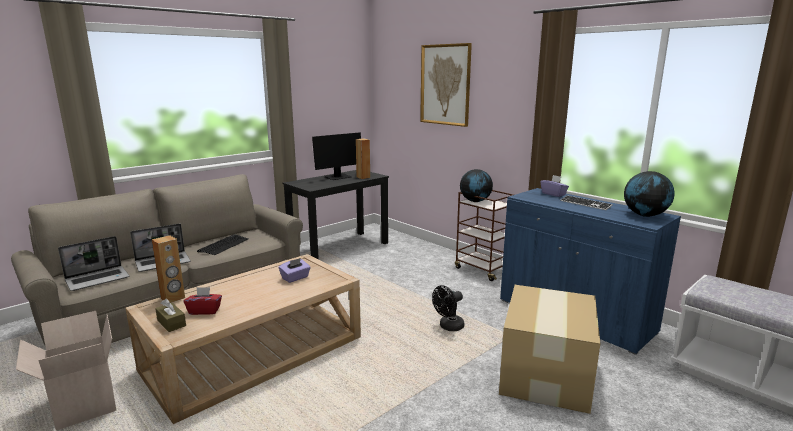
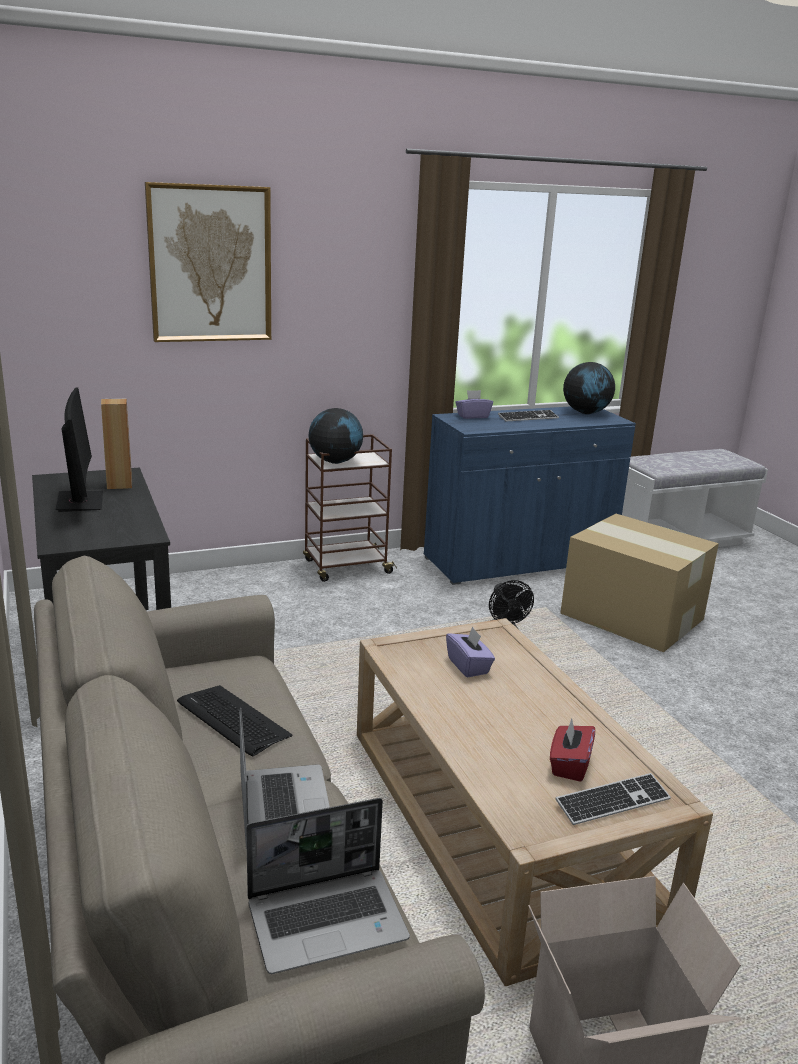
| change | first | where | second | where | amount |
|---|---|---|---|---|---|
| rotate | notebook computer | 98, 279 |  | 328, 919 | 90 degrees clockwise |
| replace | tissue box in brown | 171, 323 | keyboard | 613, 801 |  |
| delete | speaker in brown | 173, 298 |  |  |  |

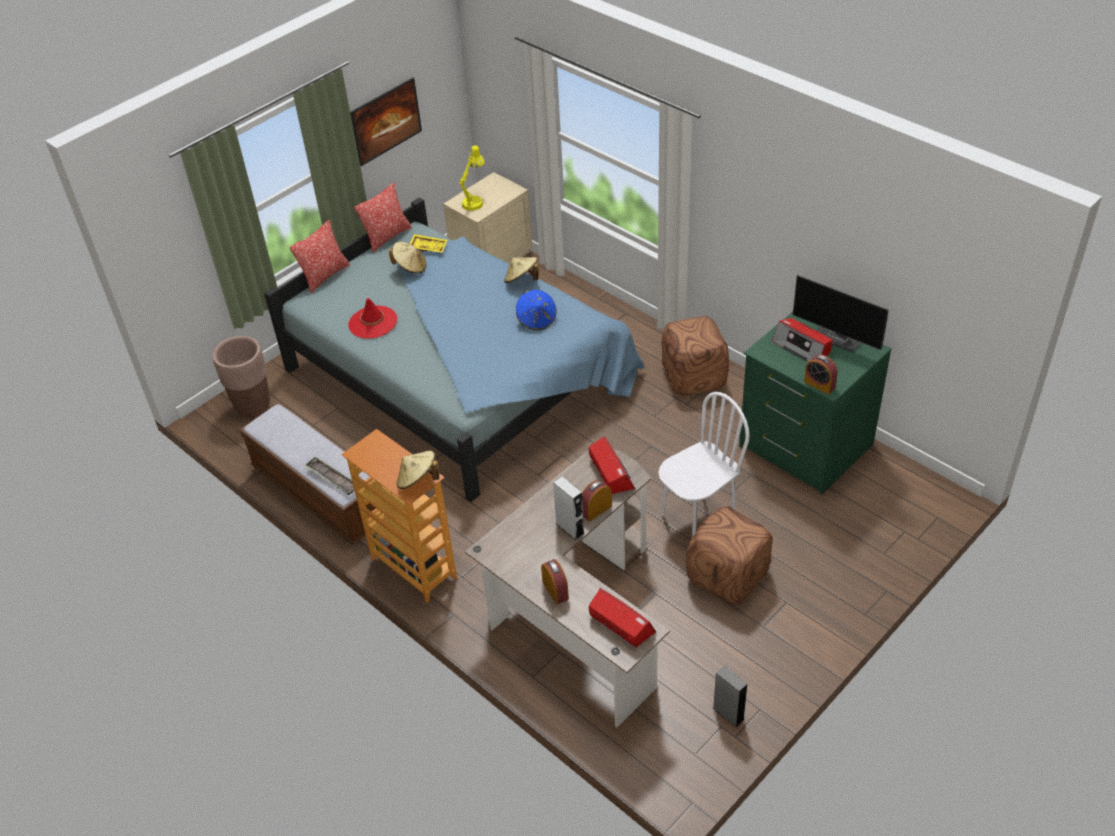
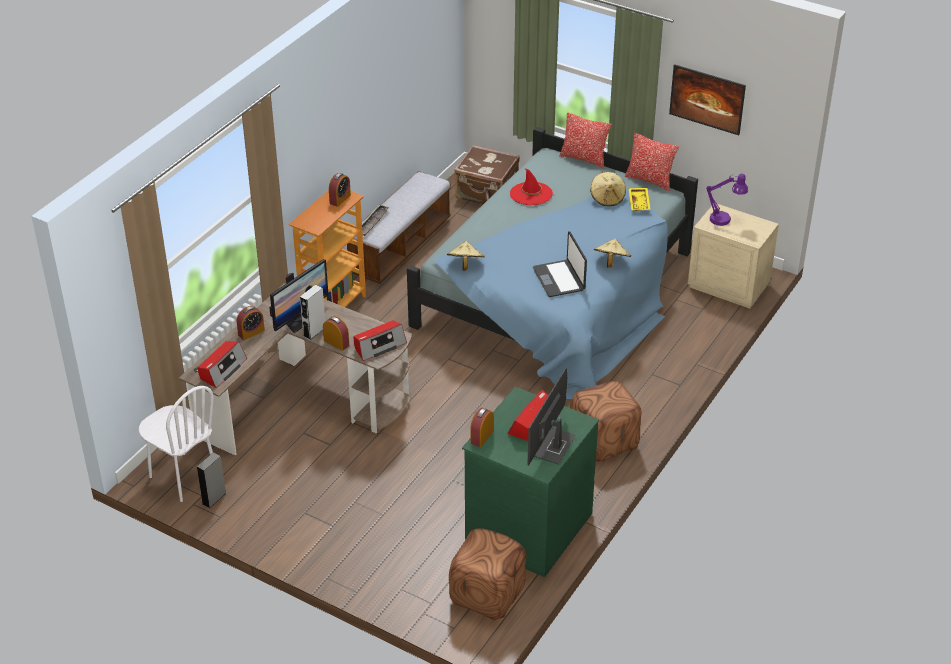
| change | first | where | second | where | amount |
|---|---|---|---|---|---|
| move | upright chair in whitish | 697, 516 |  | 183, 476 |  |
| insert |  |  | computer screen | 300, 320 |  |
| insert |  |  | table clock | 340, 199 |  |
| move | clothing hat in beige | 418, 480 |  | 465, 265 |  |
| move | pouffe in brown | 728, 575 |  | 486, 593 |  |
| replace | plant pot in brown | 253, 406 | suitcase in brown | 487, 193 |  |
| replace | clothing hat in blue | 537, 320 | notebook computer | 559, 279 |  |
| recolor | lamp for a table in yellow-coloured | 474, 201 | lamp for a table in purple-coloured | 724, 220 |  |

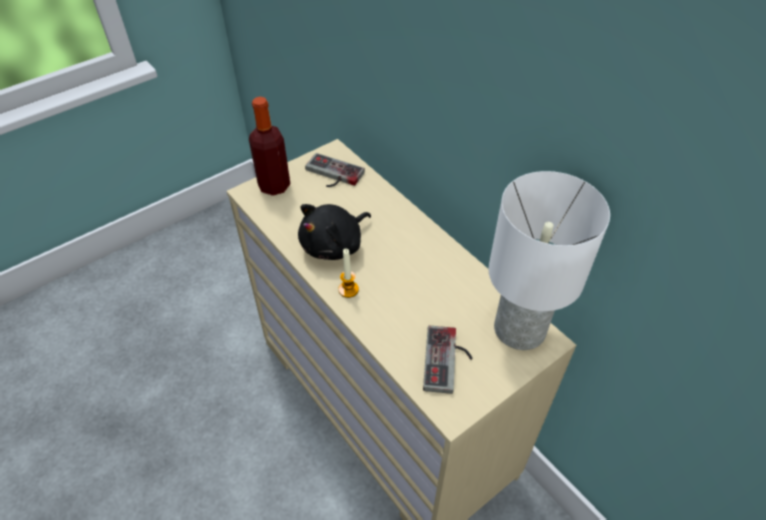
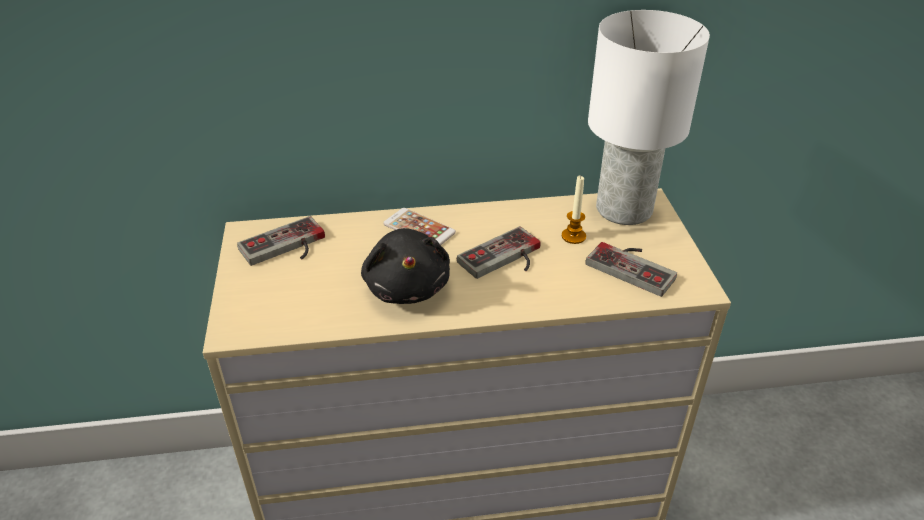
| change | first | where | second | where | amount |
|---|---|---|---|---|---|
| insert |  |  | handset | 419, 228 |  |
| insert |  |  | joypad | 505, 260 |  |
| move | wax light | 348, 289 |  | 573, 236 |  |
| delete | bottle | 274, 186 |  |  |  |

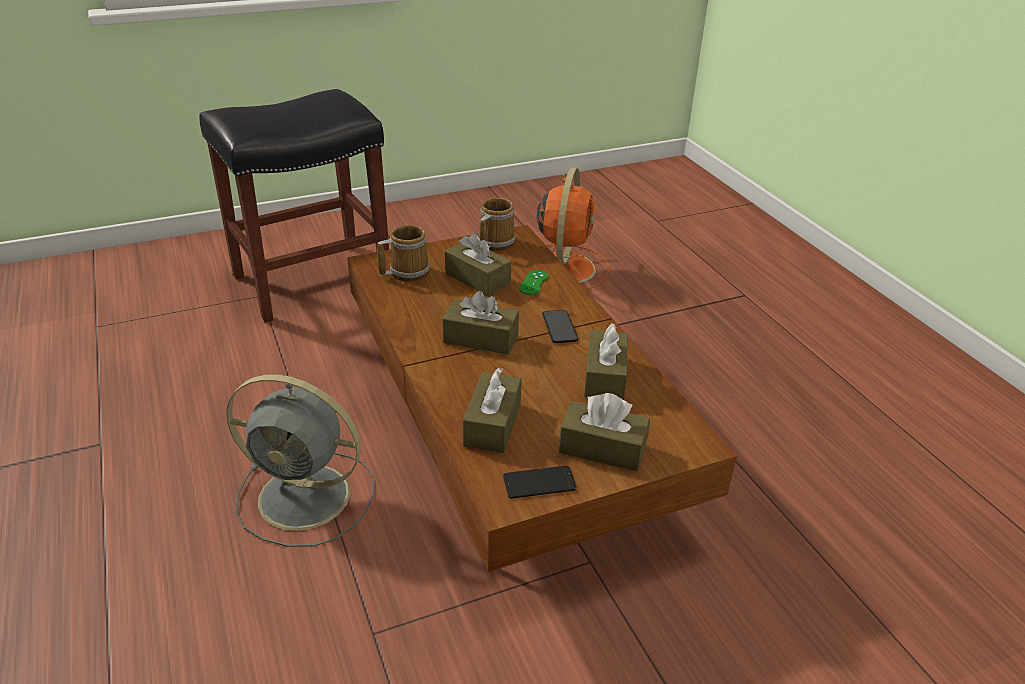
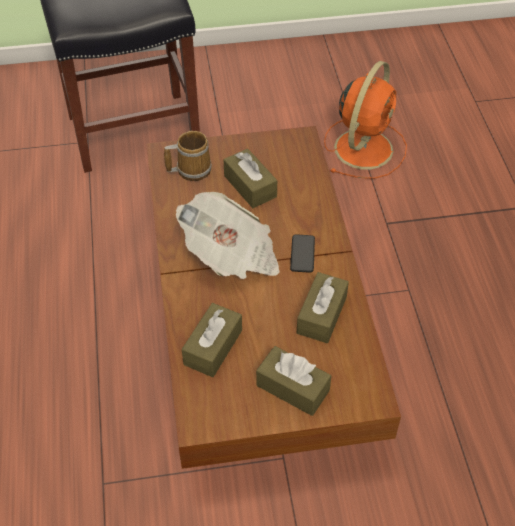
| change | first | where | second | where | amount |
|---|---|---|---|---|---|
| replace | tissue box in brown | 481, 339 | newspaper | 231, 255 |  |
| delete | cooling fan in greyish | 308, 497 |  |  |  |
| delete | tea mug | 494, 243 |  |  |  |
| delete | handset | 539, 483 |  |  |  |
| delete | joypad in green-coloured | 533, 282 |  |  |  |

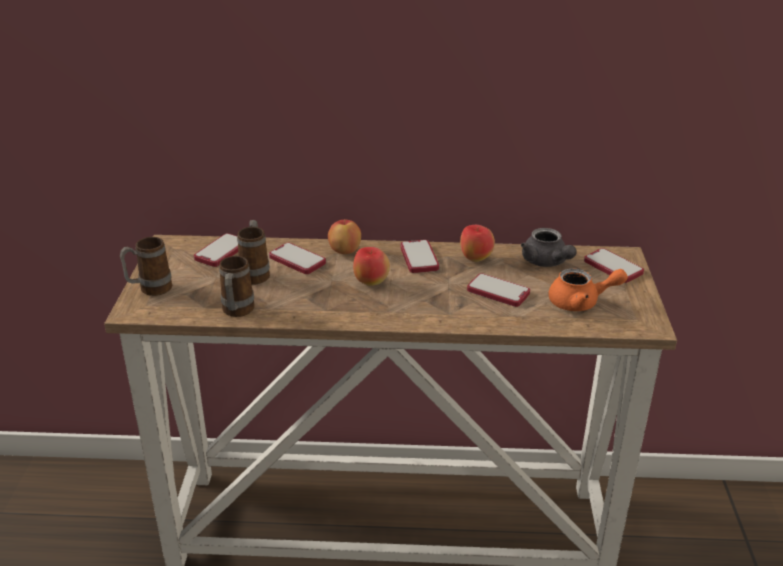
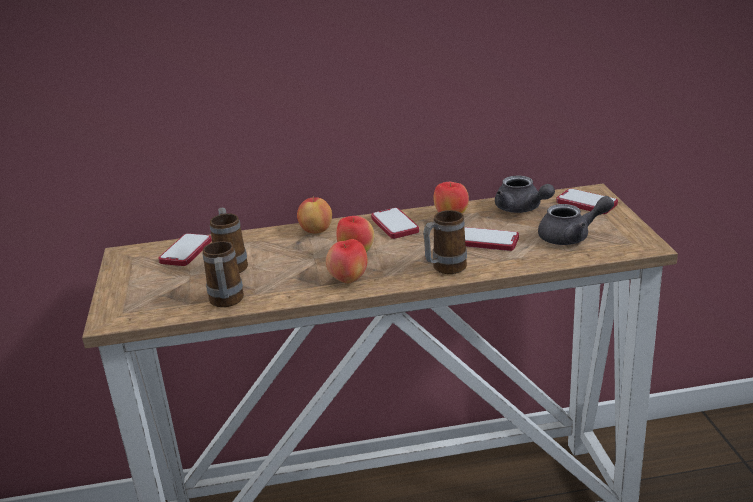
| change | first | where | second | where | amount |
|---|---|---|---|---|---|
| insert |  |  | apple fruit | 348, 280 |  |
| move | tea mug | 149, 289 |  | 444, 269 |  |
| recolor | tea pot in orangey | 581, 302 | tea pot in greyish | 571, 237 |  |
| delete | handset | 297, 260 |  |  |  |

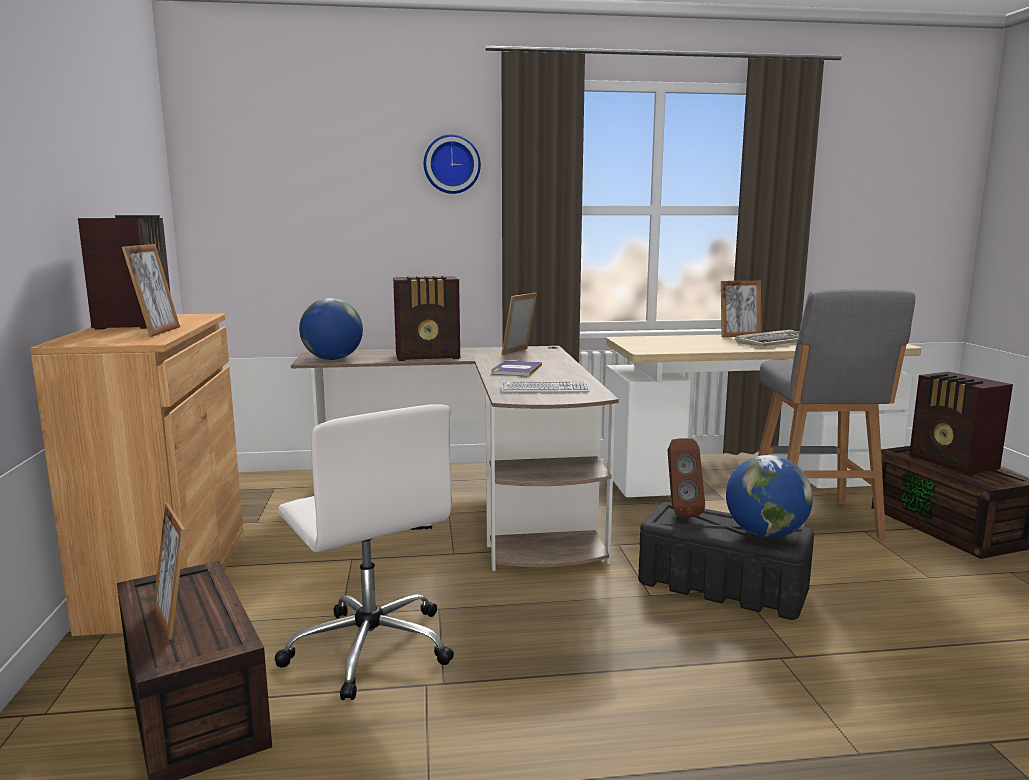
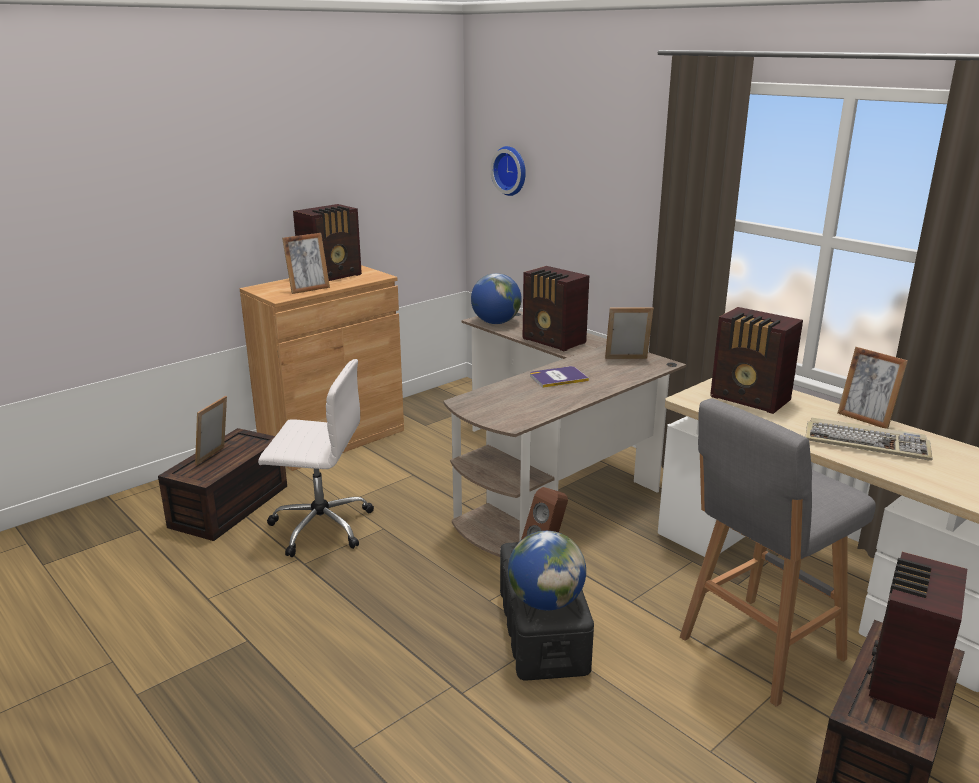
| change | first | where | second | where | amount |
|---|---|---|---|---|---|
| rotate | office chair in whitish | 370, 647 |  | 319, 526 | 105 degrees counterclockwise |
| move | hanging clock | 451, 164 |  | 511, 170 |  |
| insert |  |  | radio receiver | 751, 399 |  |
| delete | keyboard | 544, 389 |  |  |  |

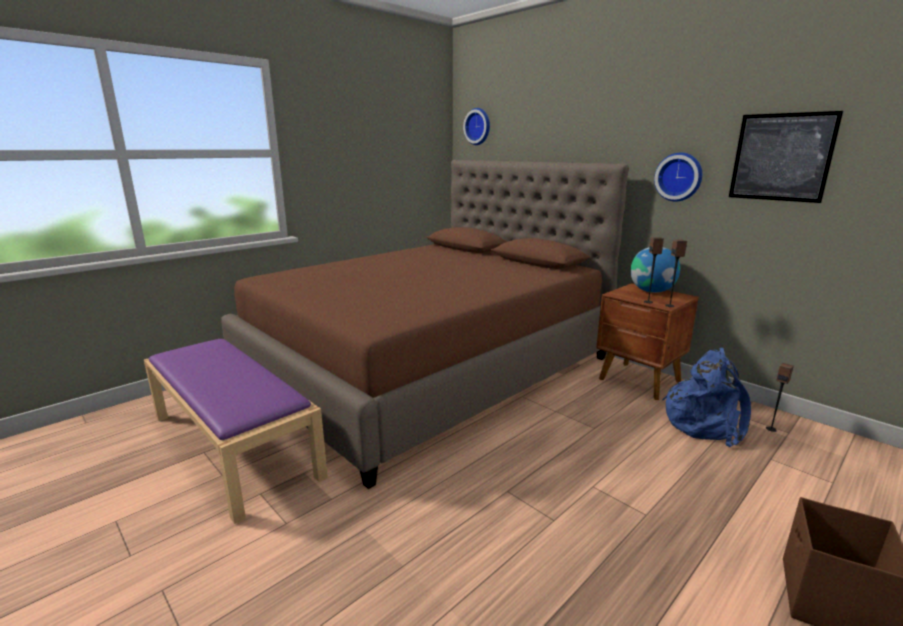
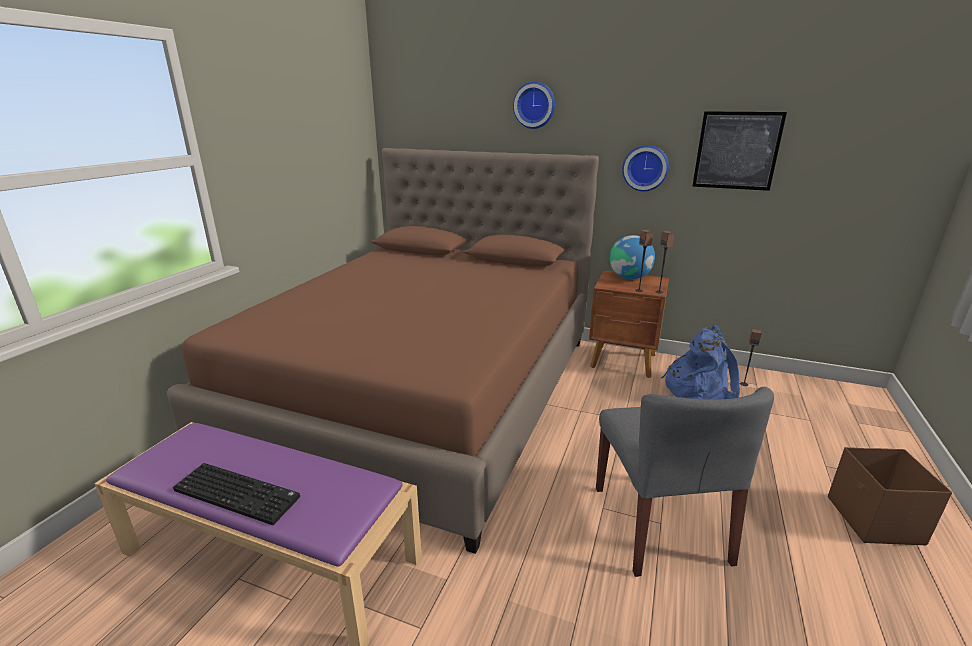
| change | first | where | second | where | amount |
|---|---|---|---|---|---|
| insert |  |  | keyboard | 239, 493 |  |
| move | hanging clock | 478, 126 |  | 534, 105 |  |
| insert |  |  | upright chair in greyish | 660, 524 |  |

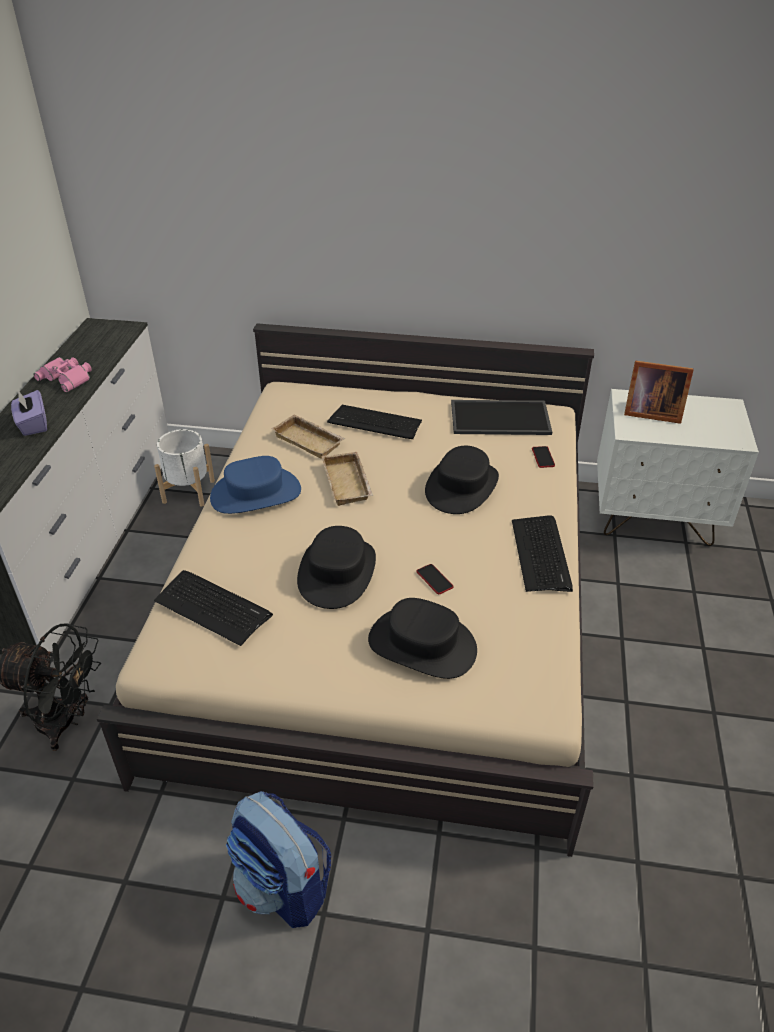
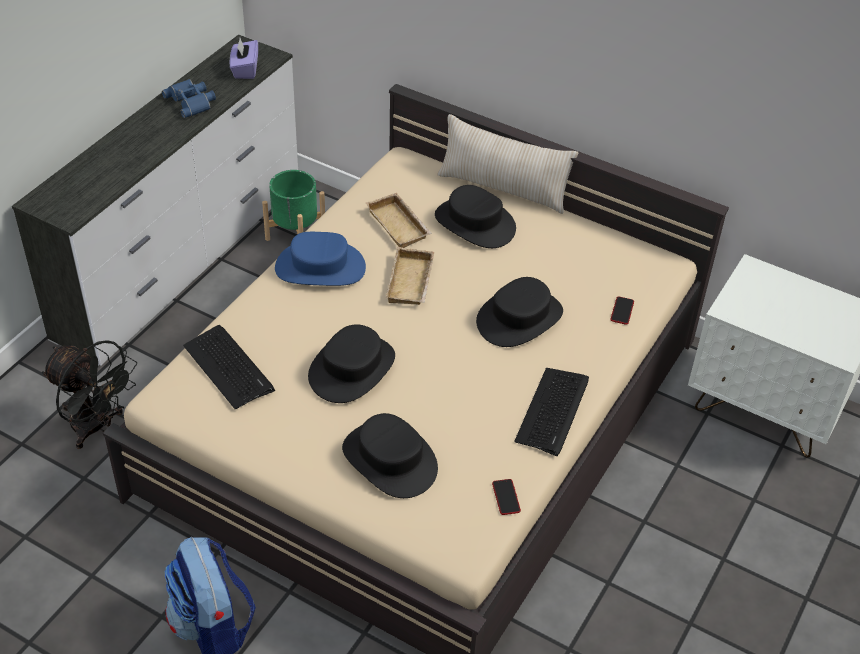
| change | first | where | second | where | amount |
|---|---|---|---|---|---|
| recolor | field glasses in pink-coloured | 67, 377 | field glasses in blue | 192, 101 |  |
| move | tissue box in purple-coloured | 33, 424 |  | 245, 70 |  |
| recolor | plant pot in whitish | 188, 491 | plant pot in green-coloured | 295, 234 |  |
| replace | keyboard | 375, 423 | clothing hat in blackish | 474, 223 |  |
| insert |  |  | pillow in beige | 503, 188 |  |
| move | handset | 434, 579 |  | 506, 497 |  |
| delete | carrying tray | 501, 417 |  |  |  |
| delete | standing frame | 650, 412 |  |  |  |

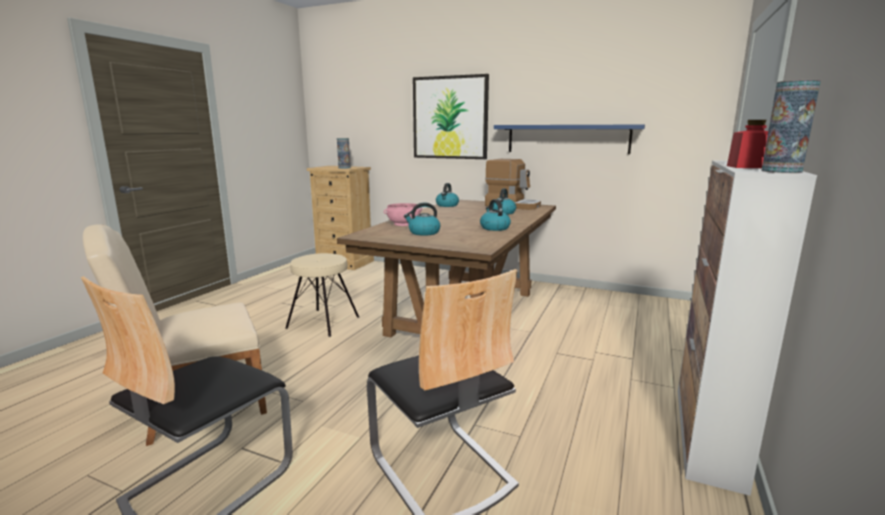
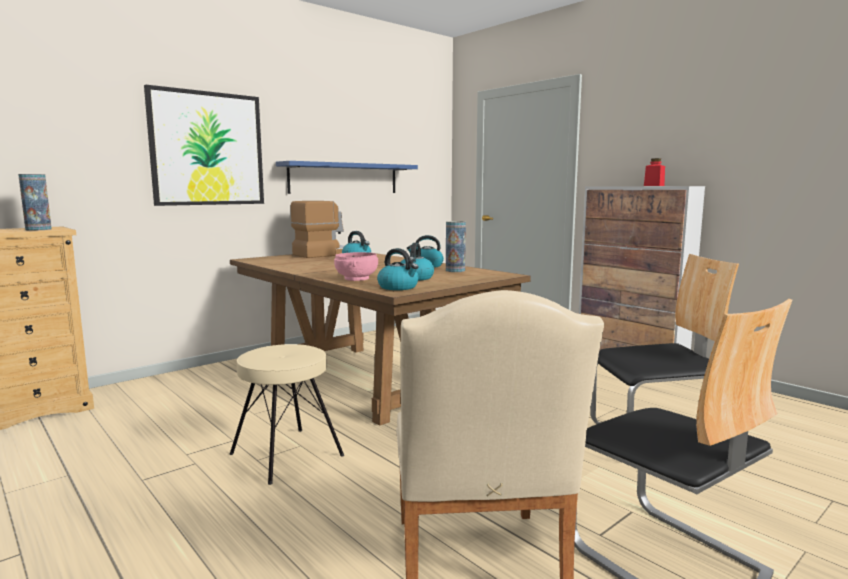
| change | first | where | second | where | amount |
|---|---|---|---|---|---|
| move | water kettle | 447, 205 |  | 398, 287 |  |
| move | flower vase | 781, 171 |  | 455, 270 |  |

